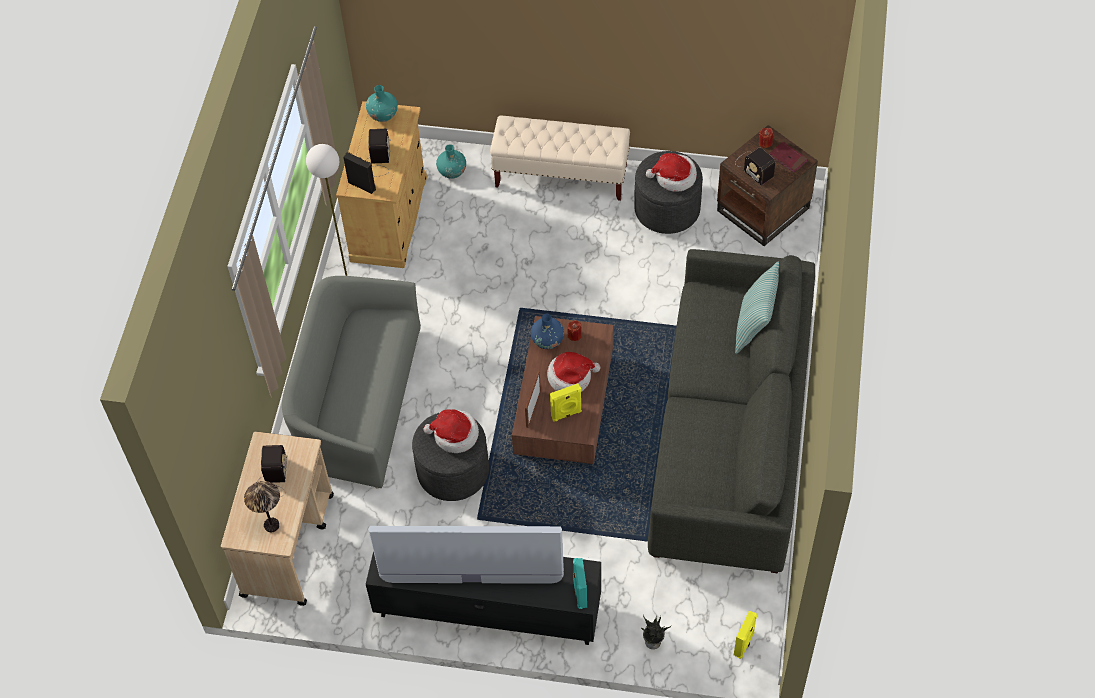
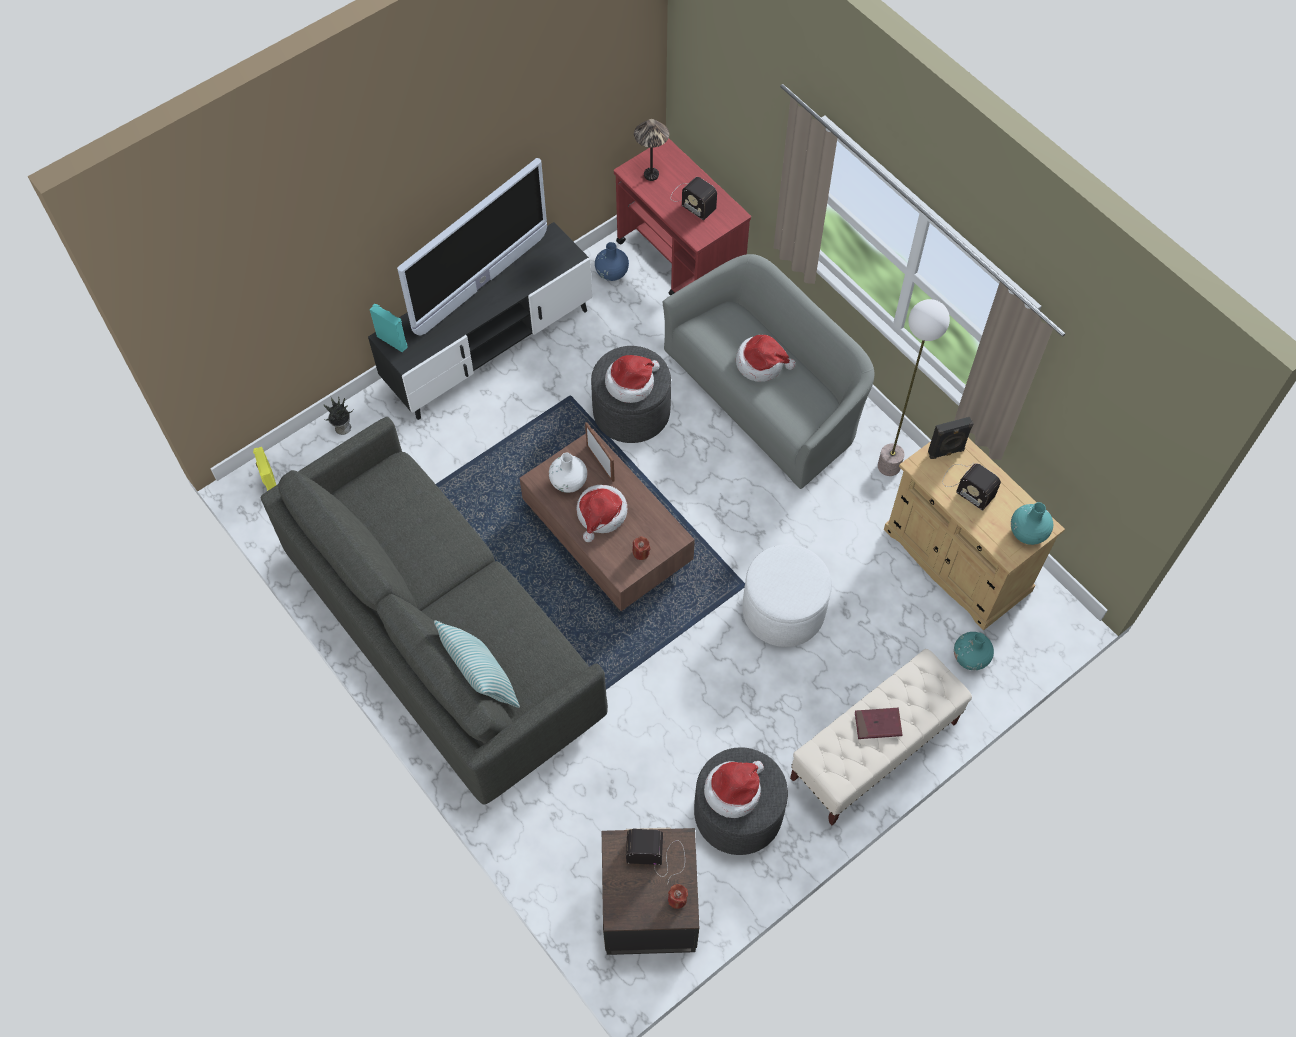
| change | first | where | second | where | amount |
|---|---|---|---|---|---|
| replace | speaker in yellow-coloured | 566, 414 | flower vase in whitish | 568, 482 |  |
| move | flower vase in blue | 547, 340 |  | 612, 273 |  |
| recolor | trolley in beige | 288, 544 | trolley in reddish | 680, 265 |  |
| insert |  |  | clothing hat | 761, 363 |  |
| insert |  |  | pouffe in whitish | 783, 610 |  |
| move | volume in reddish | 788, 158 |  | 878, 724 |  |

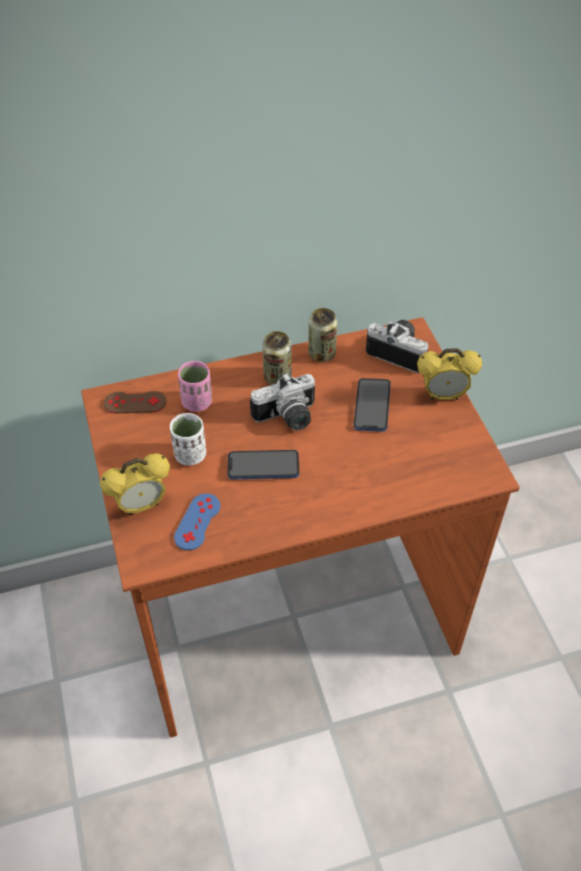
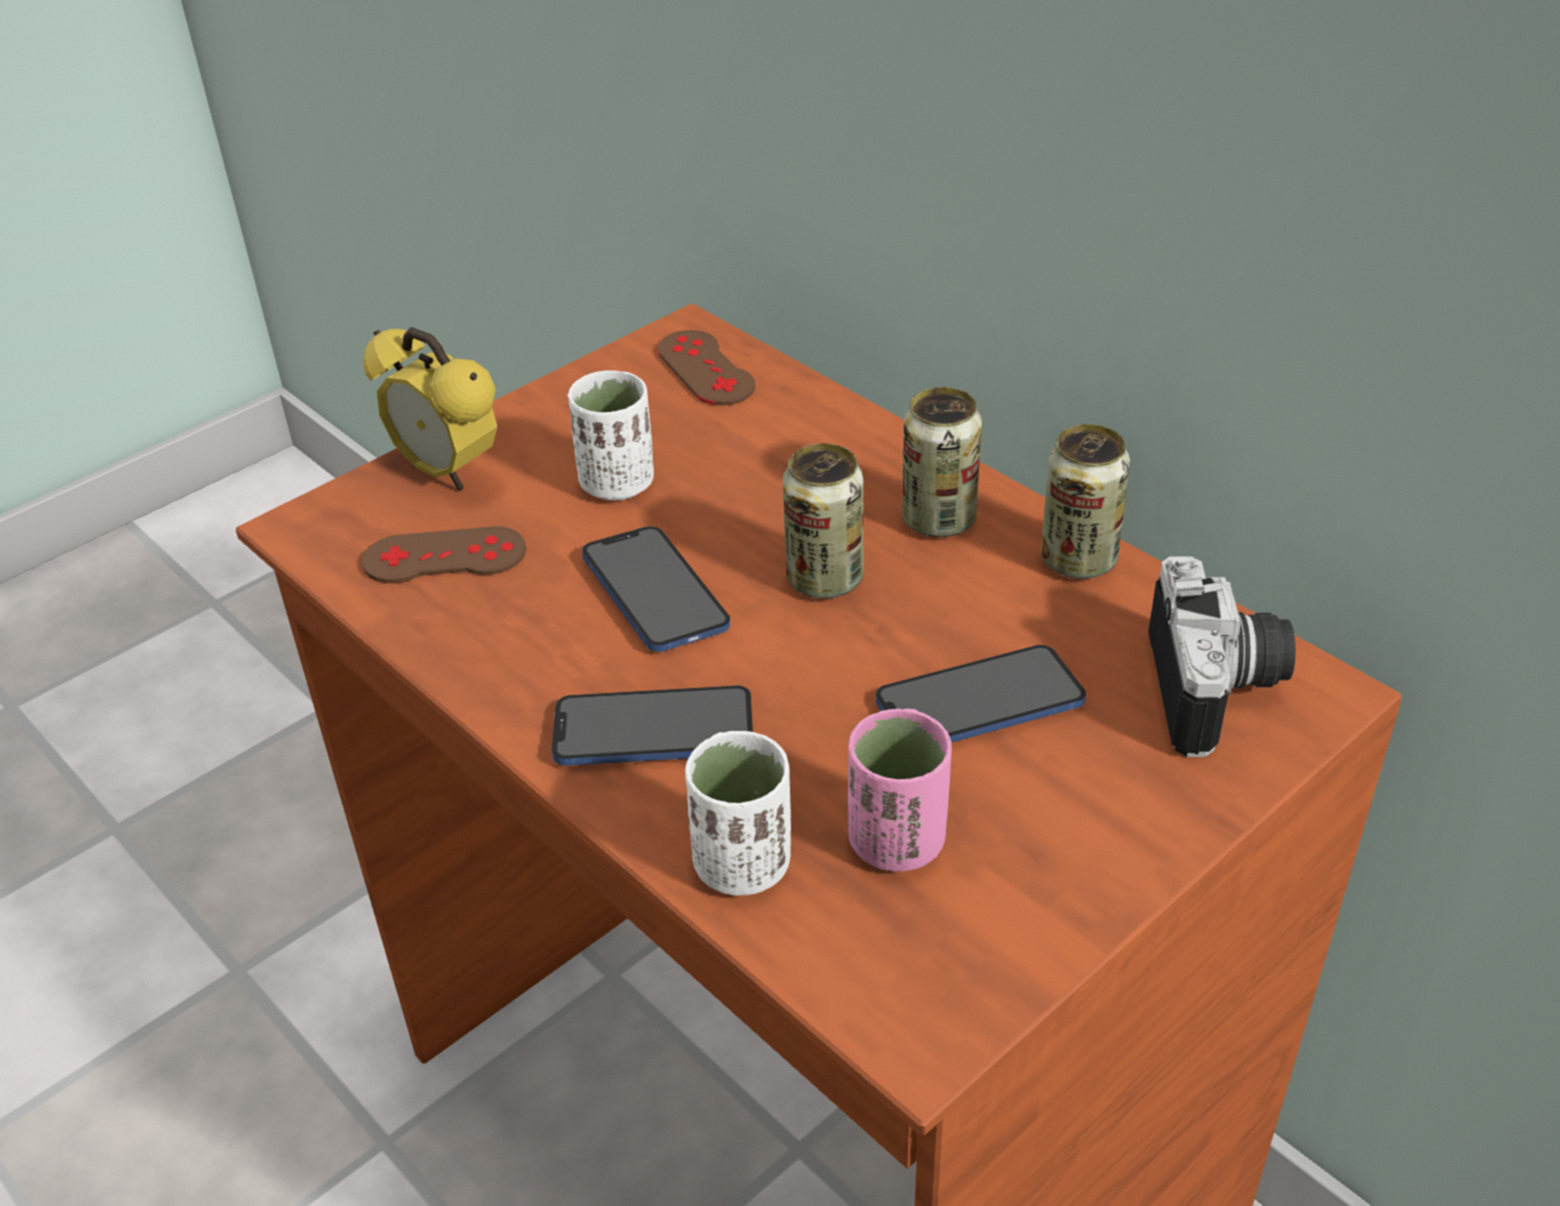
| change | first | where | second | where | amount |
|---|---|---|---|---|---|
| recolor | joypad in blue | 197, 522 | joypad in brown | 444, 556 |  |
| insert |  |  | handset | 654, 730 |  |
| insert |  |  | cup in whitish | 742, 865 |  |
| replace | photo camera | 288, 418 | can | 824, 579 |  |
| move | cup in pink-coloured | 197, 402 |  | 897, 842 |  |
| delete | table clock | 443, 396 |  |  |  |

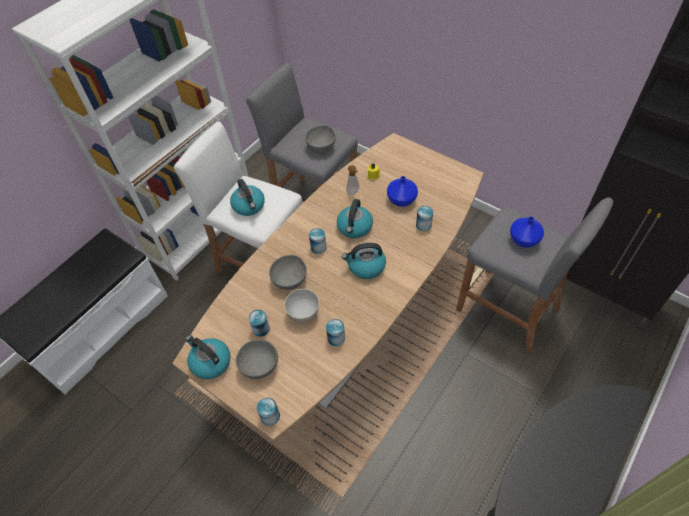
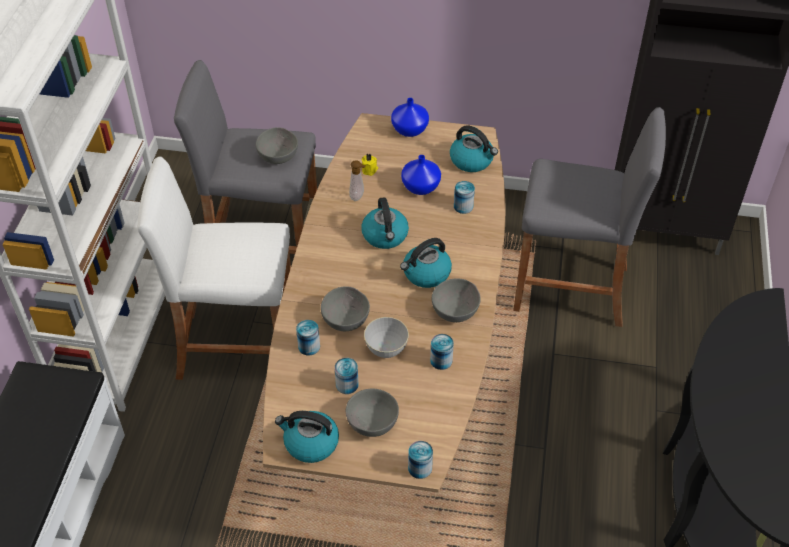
| change | first | where | second | where | amount |
|---|---|---|---|---|---|
| move | can | 318, 247 |  | 309, 346 |  |
| move | flower vase in blue | 523, 240 |  | 409, 130 |  |
| insert |  |  | serving bowl in greyish | 456, 311 |  |
| move | water kettle | 249, 206 |  | 472, 160 |  |

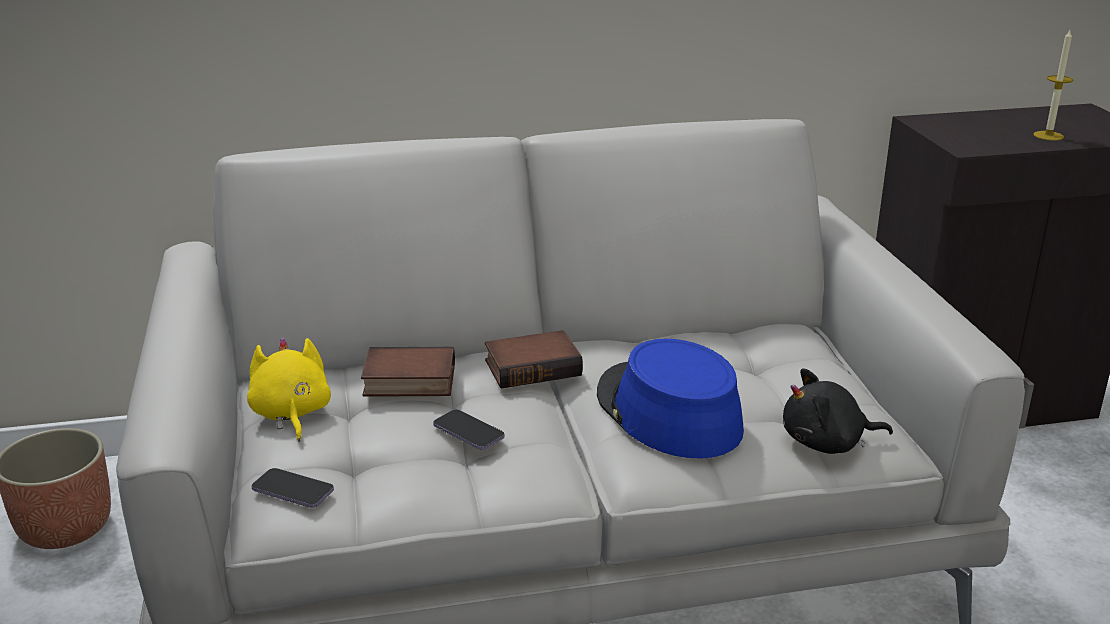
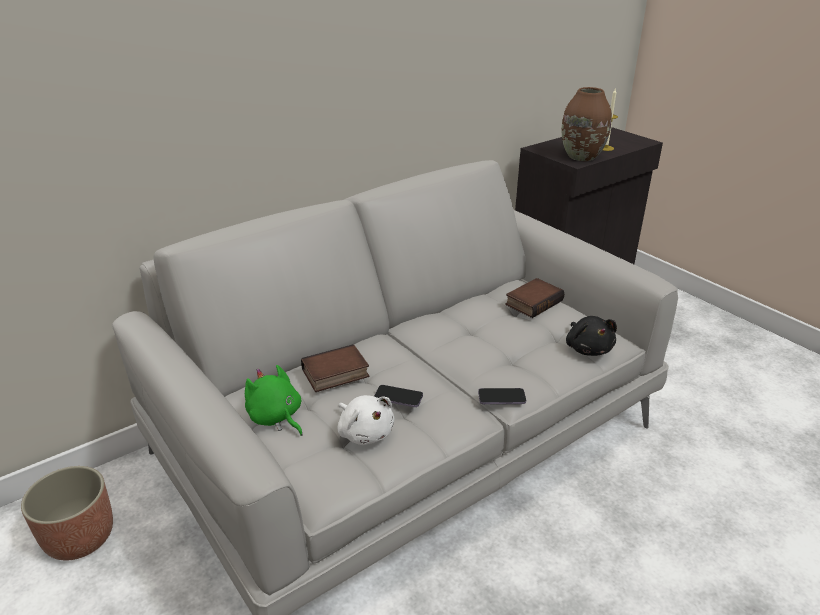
| change | first | where | second | where | amount |
|---|---|---|---|---|---|
| recolor | plush toy in yellow-coloured | 291, 414 | plush toy in green-coloured | 276, 417 |  |
| insert |  |  | plush toy in whitish | 365, 432 |  |
| move | handset | 293, 490 |  | 501, 398 |  |
| move | volume | 533, 366 |  | 533, 301 |  |
| insert |  |  | flower vase in brown | 581, 156 |  |
| rotate | plush toy in blackish | 827, 443 |  | 588, 348 | 75 degrees counterclockwise |
| delete | clothing hat in blue | 667, 412 |  |  |  |

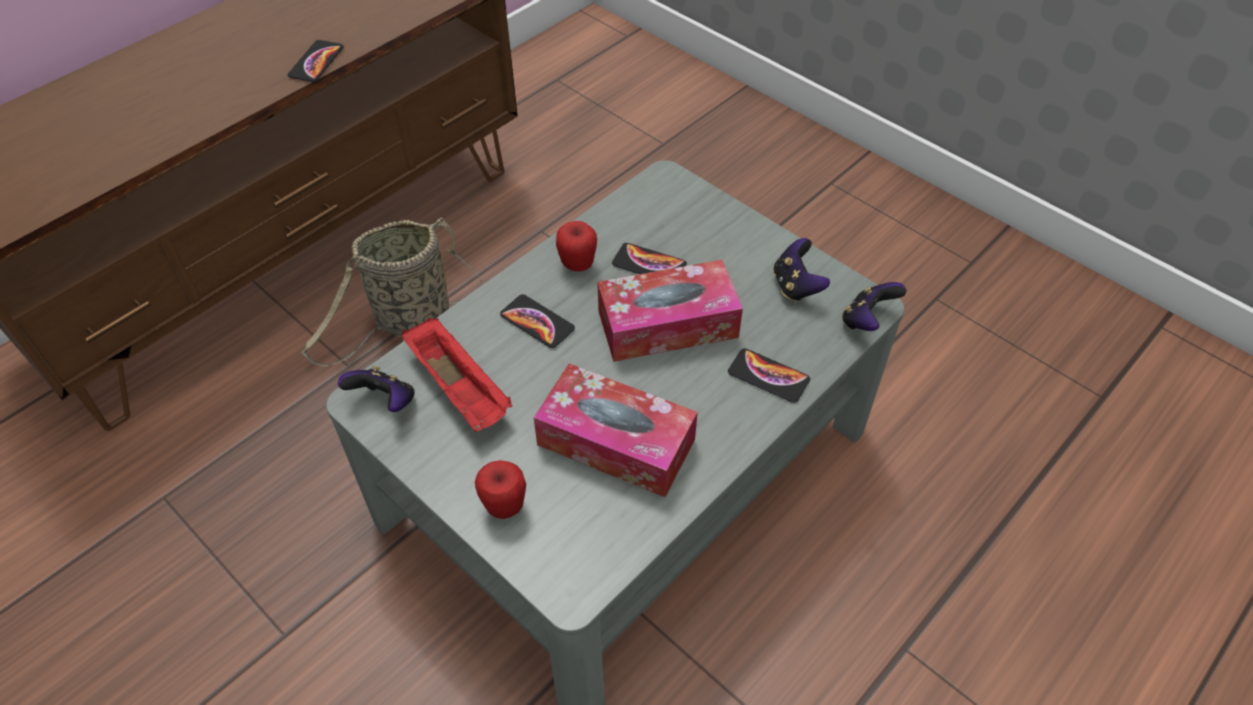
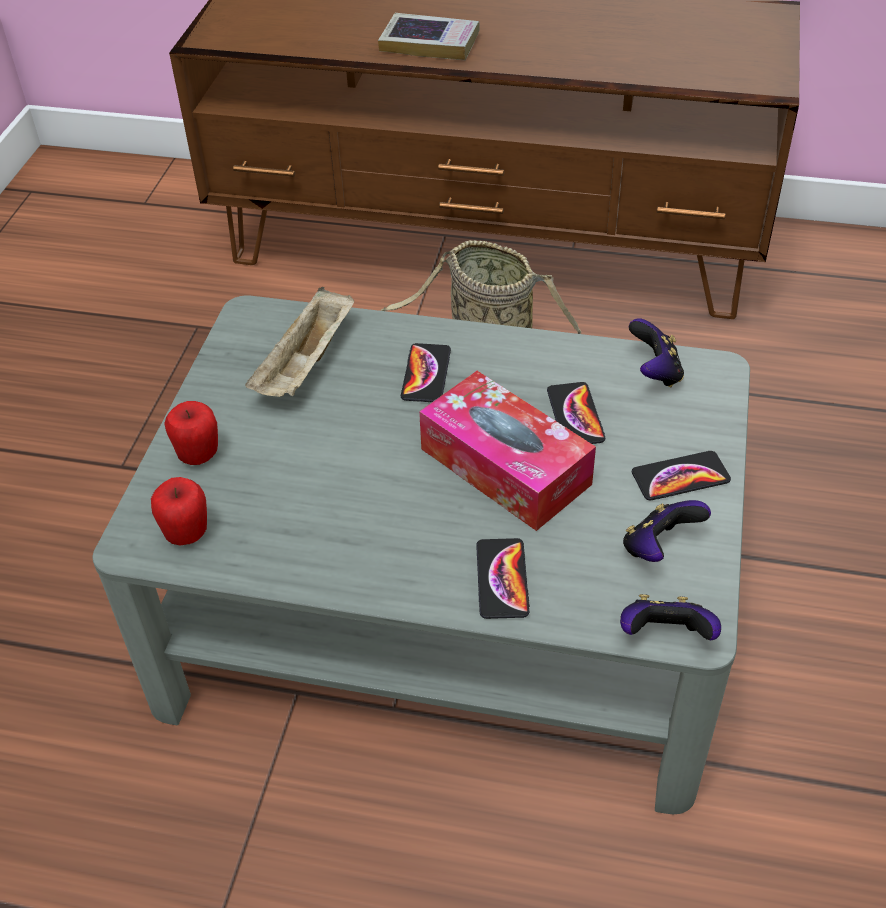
| change | first | where | second | where | amount |
|---|---|---|---|---|---|
| move | apple fruit | 577, 264 |  | 187, 534 |  |
| recolor | carrying tray in reddish | 460, 389 | carrying tray in beige | 306, 365 |  |
| insert |  |  | volume | 430, 43 |  |
| move | joypad | 385, 402 |  | 655, 372 |  |
| move | handset | 316, 62 |  | 680, 477 |  |
| delete | tissue box | 616, 442 |  |  |  |

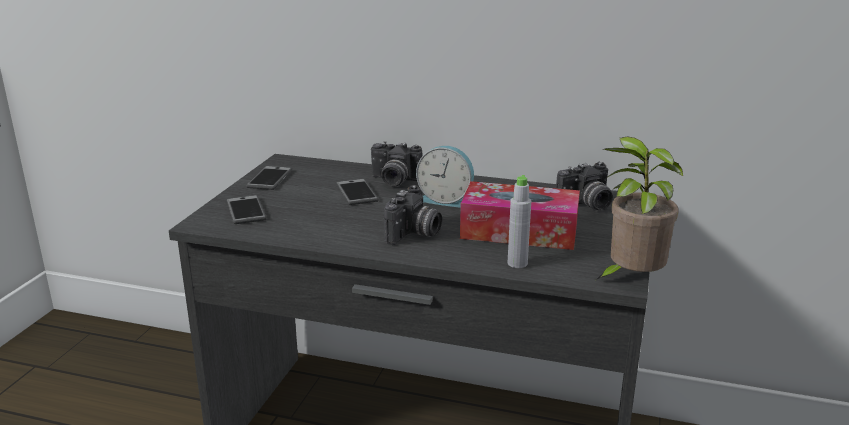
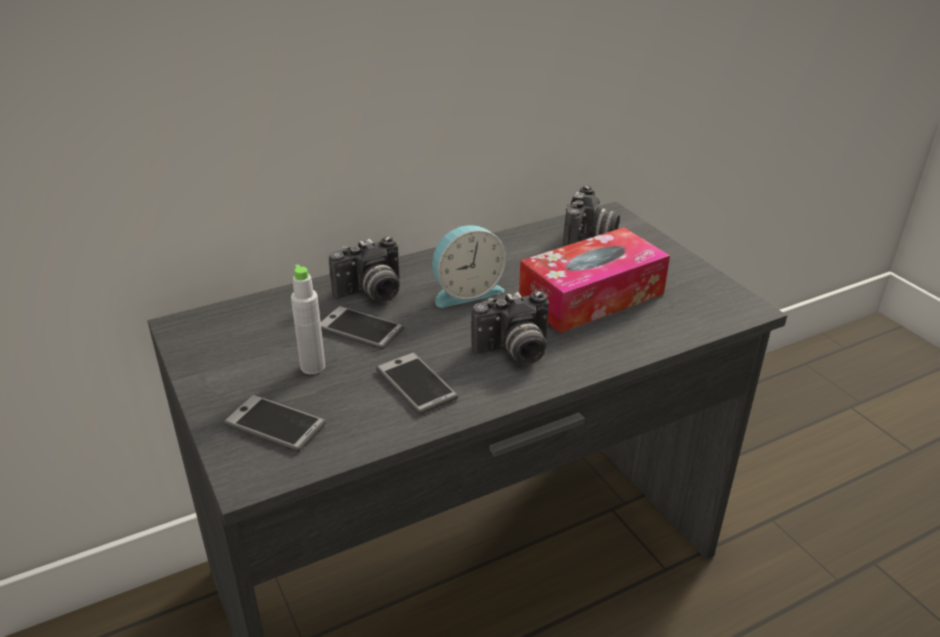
| change | first | where | second | where | amount |
|---|---|---|---|---|---|
| move | bottle in greyish | 517, 263 |  | 312, 367 |  |
| move | handset | 269, 179 |  | 416, 384 |  |
| rotate | photo camera | 414, 235 |  | 514, 352 | 90 degrees clockwise |
| delete | houseplant | 631, 279 |  |  |  |

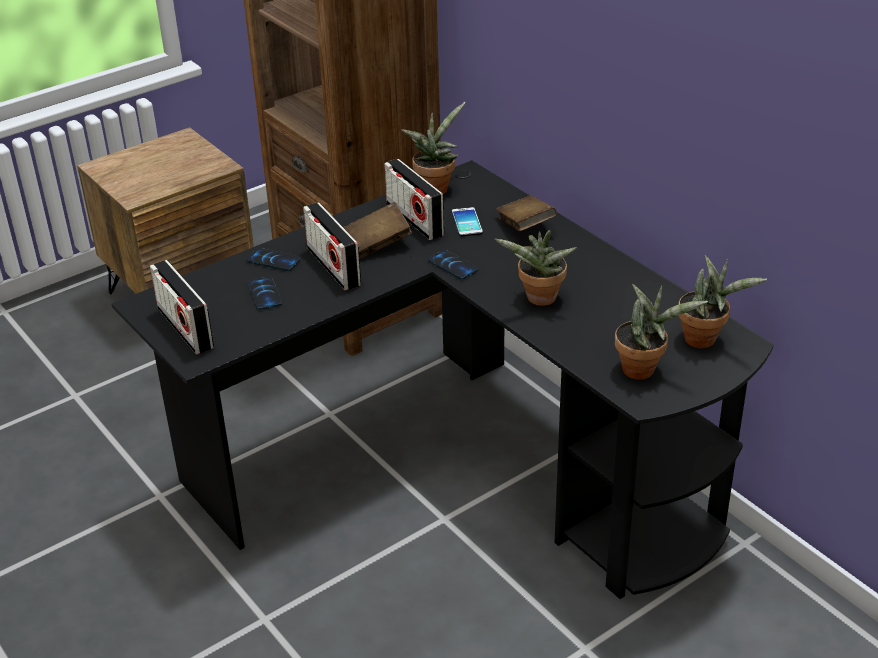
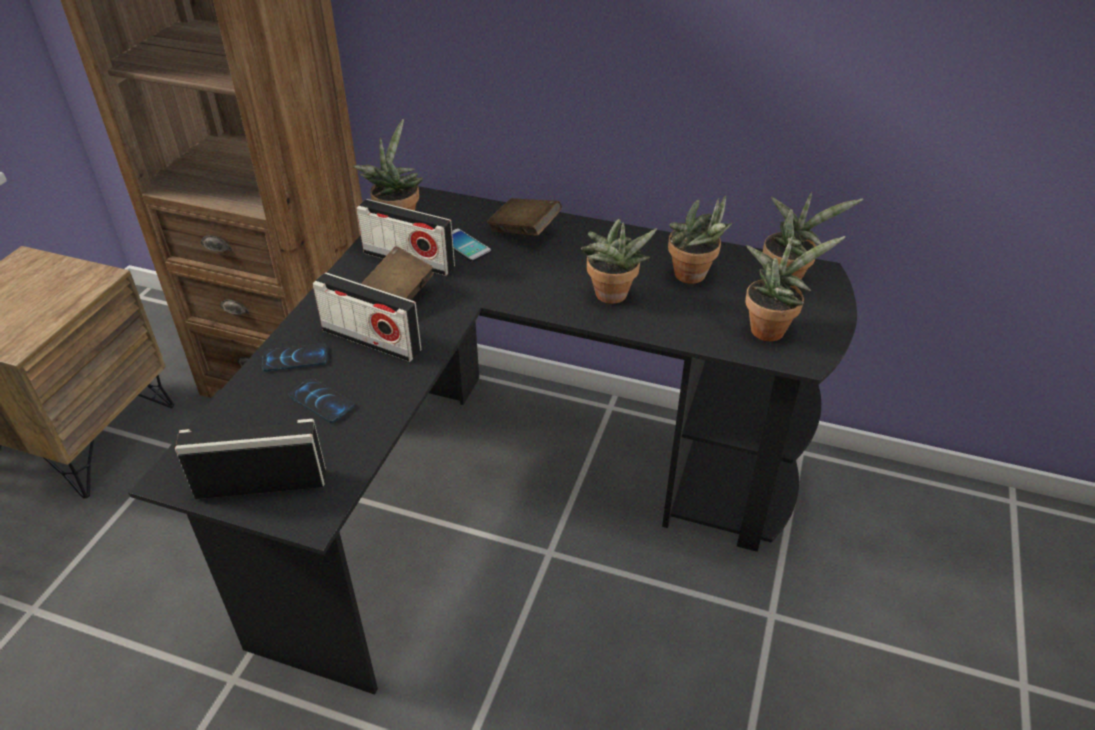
| change | first | where | second | where | amount |
|---|---|---|---|---|---|
| rotate | radio receiver | 185, 328 |  | 261, 483 | 150 degrees clockwise |
| insert |  |  | houseplant | 694, 277 |  |
| delete | handset | 452, 265 |  |  |  |

